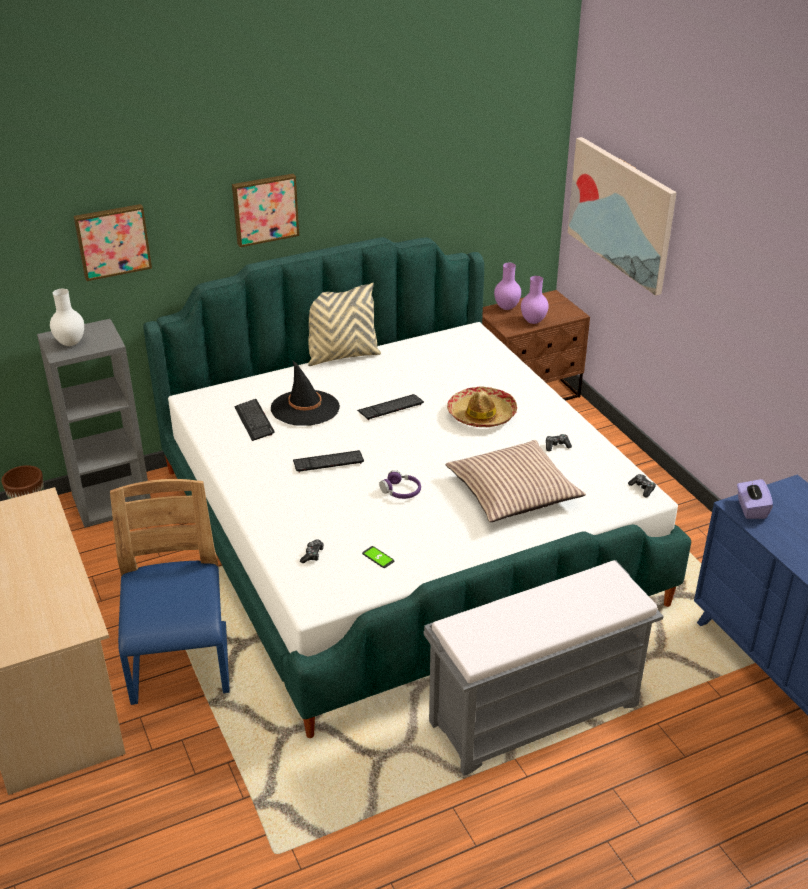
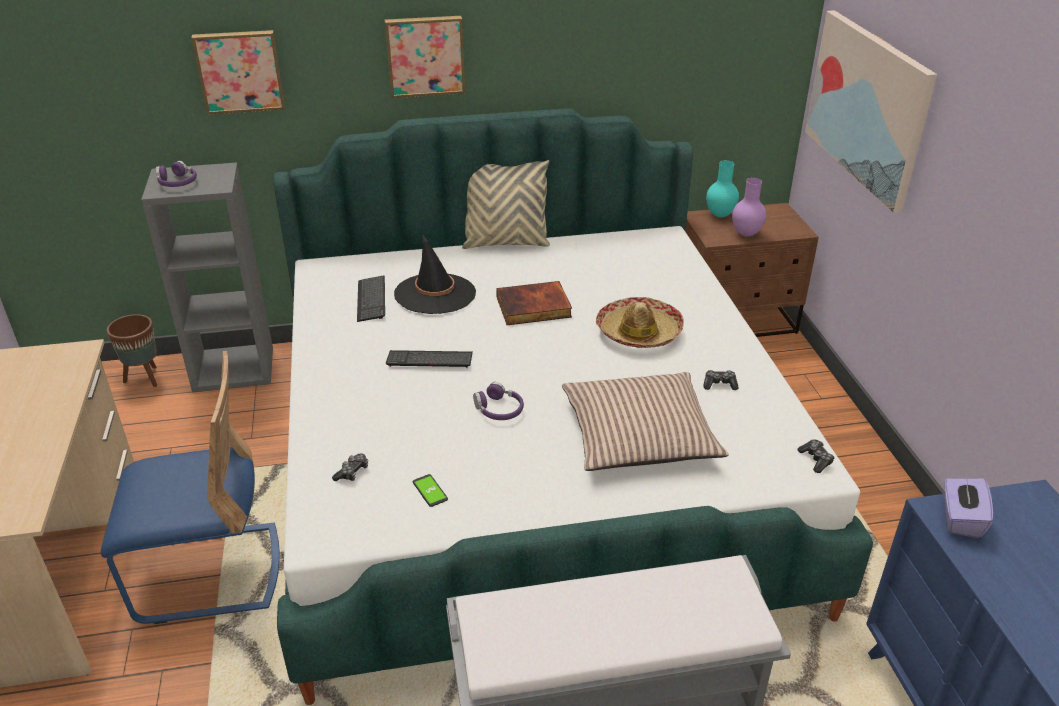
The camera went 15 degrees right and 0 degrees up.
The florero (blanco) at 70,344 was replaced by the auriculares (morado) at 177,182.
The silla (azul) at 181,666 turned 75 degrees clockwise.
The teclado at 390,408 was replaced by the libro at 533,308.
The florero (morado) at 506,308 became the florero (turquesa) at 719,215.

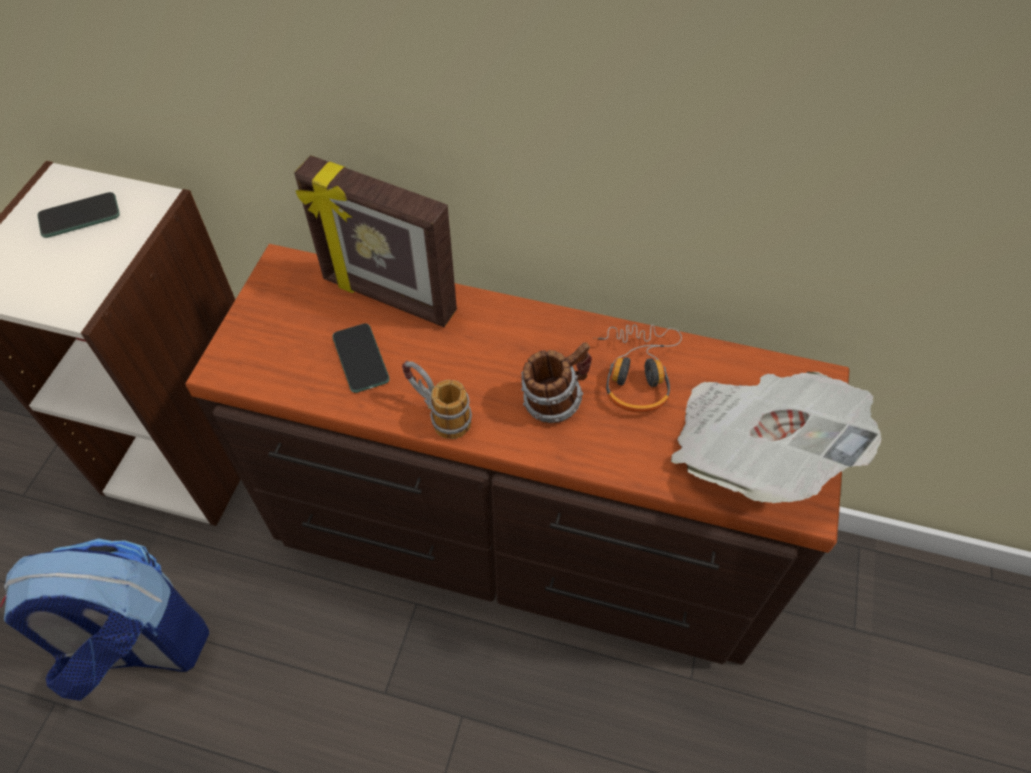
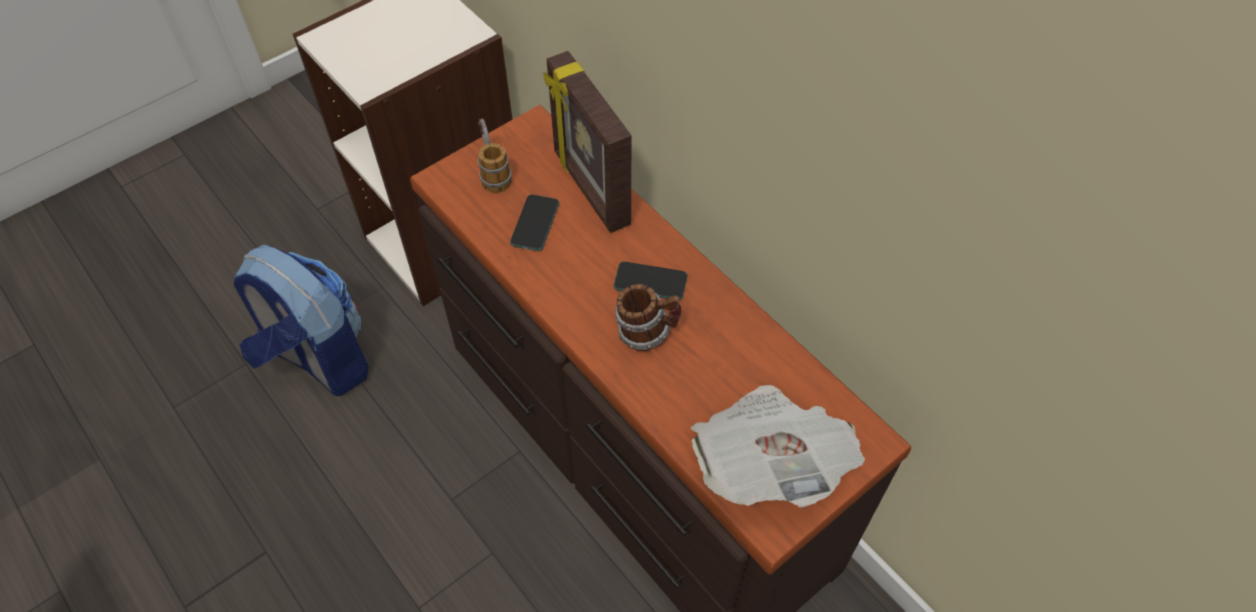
The camera went 35 degrees right and 0 degrees up.
The móvil moved from 79,216 to 650,282.
The taza grande moved from 437,414 to 493,171.
The auriculares at 636,374 disappeared.

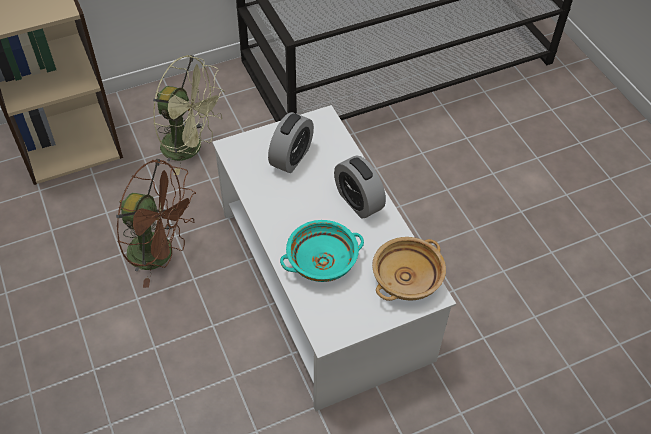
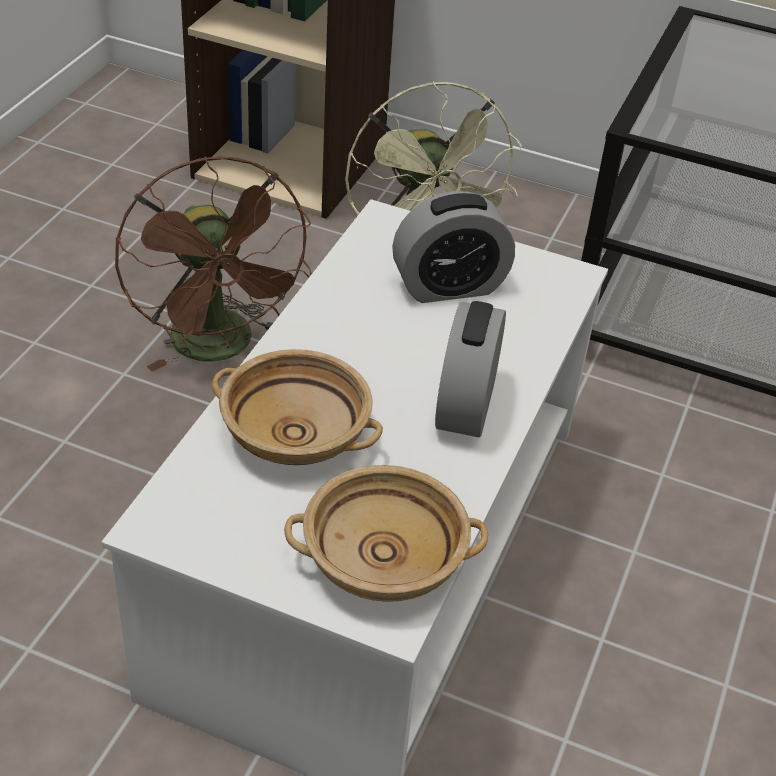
The camera went 45 degrees right and 10 degrees down.
The cuenco (turquesa) at 322,261 became the cuenco (beis) at 297,434.

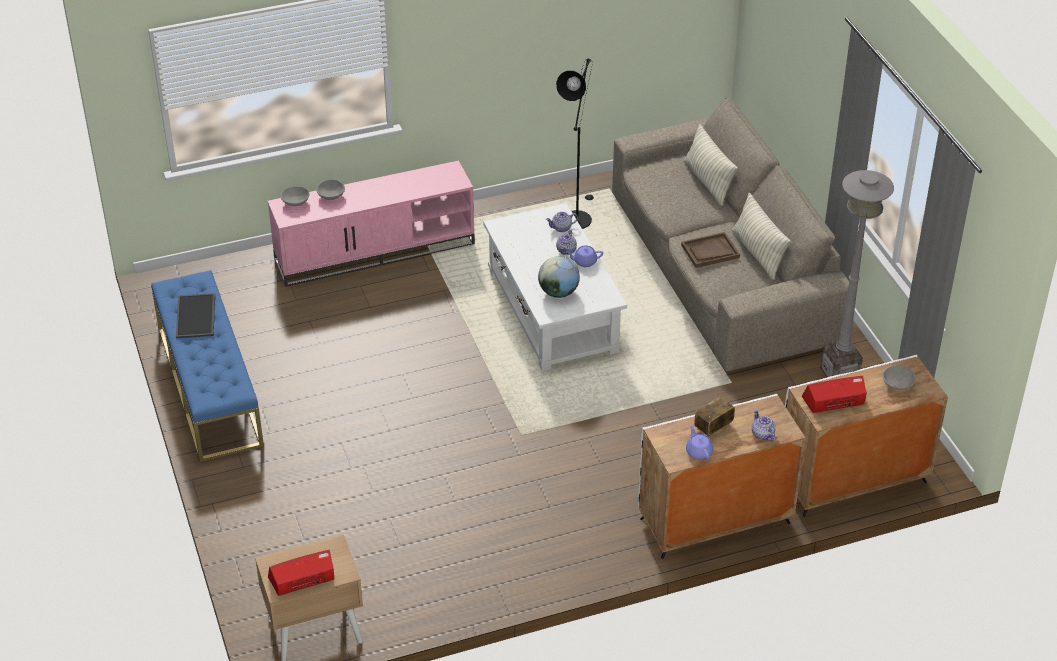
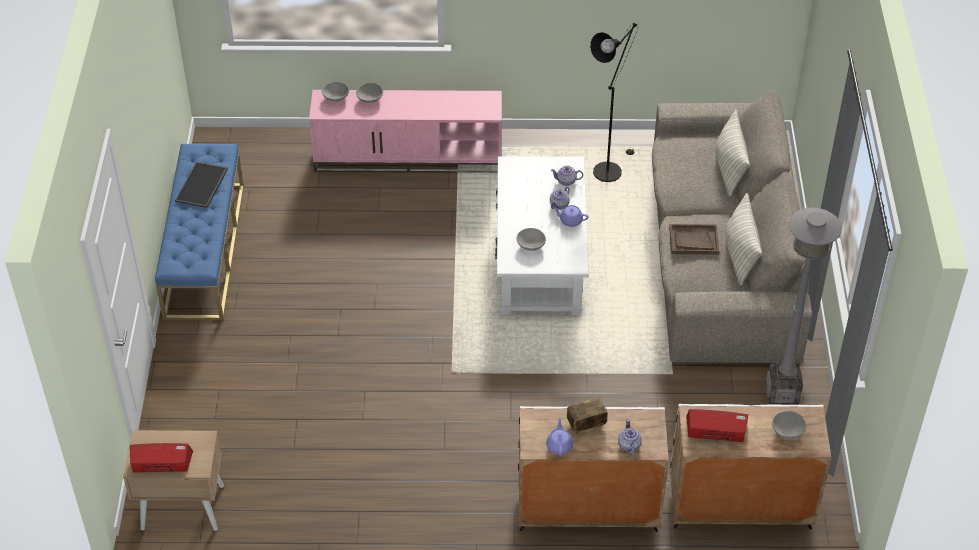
The camera went 20 degrees right and 5 degrees up.
The globo terráqueo at 558,292 was replaced by the cuenco (gris) at 530,245.

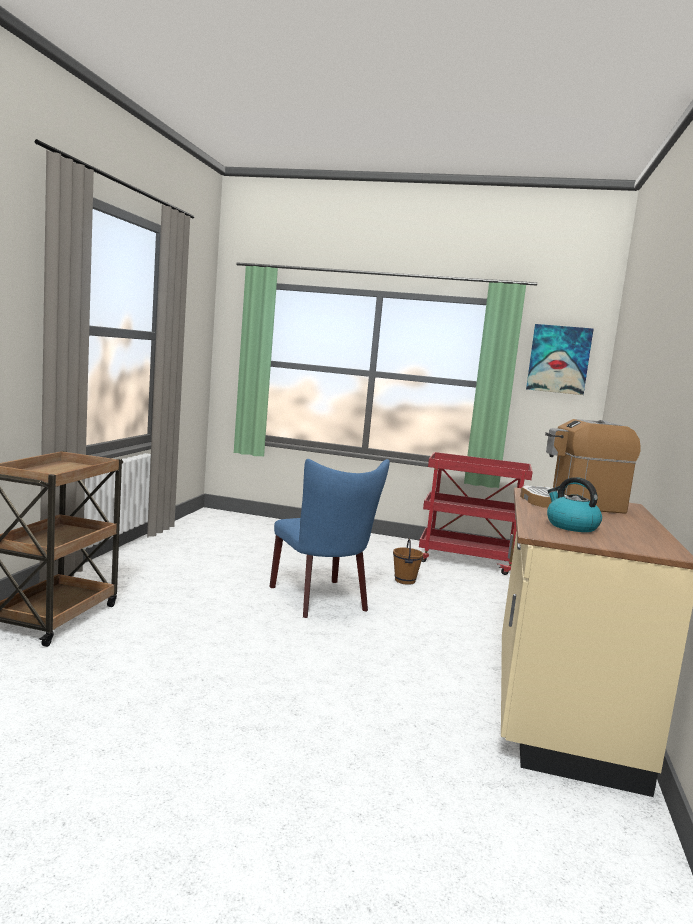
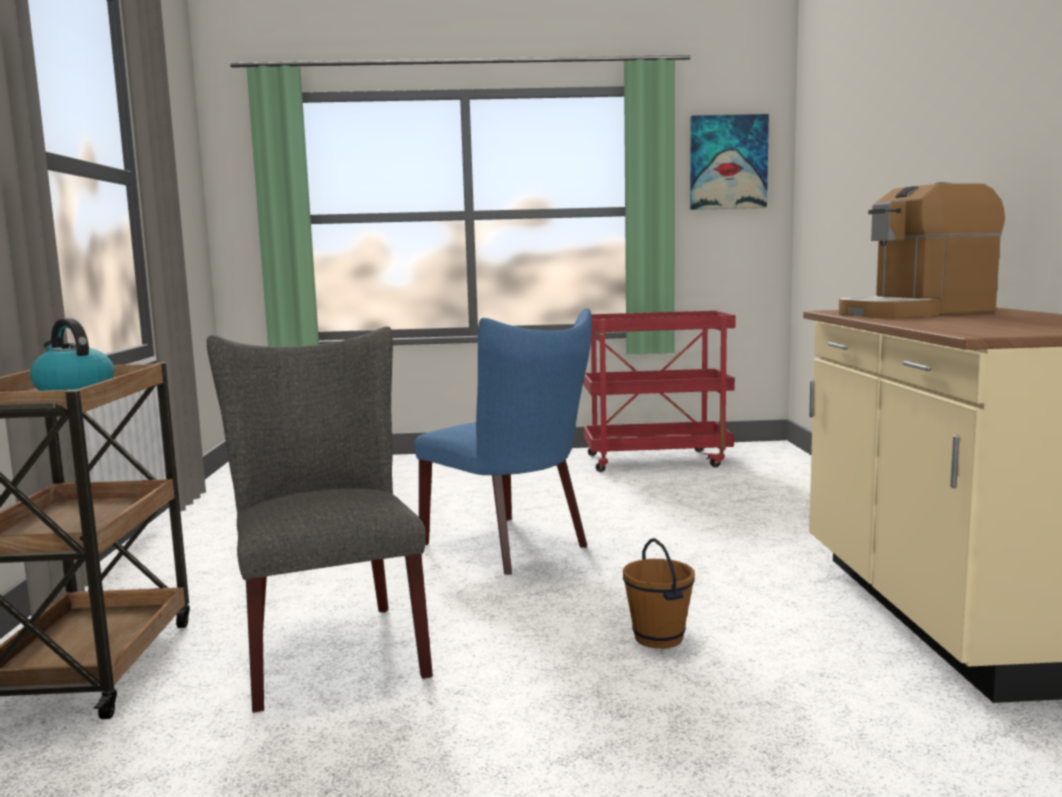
The camera went 15 degrees left and 0 degrees up.
The cubo (marrón) moved from 404,581 to 657,638.
The hervidor moved from 571,526 to 73,389.
The silla (gris) at 329,647 appeared.

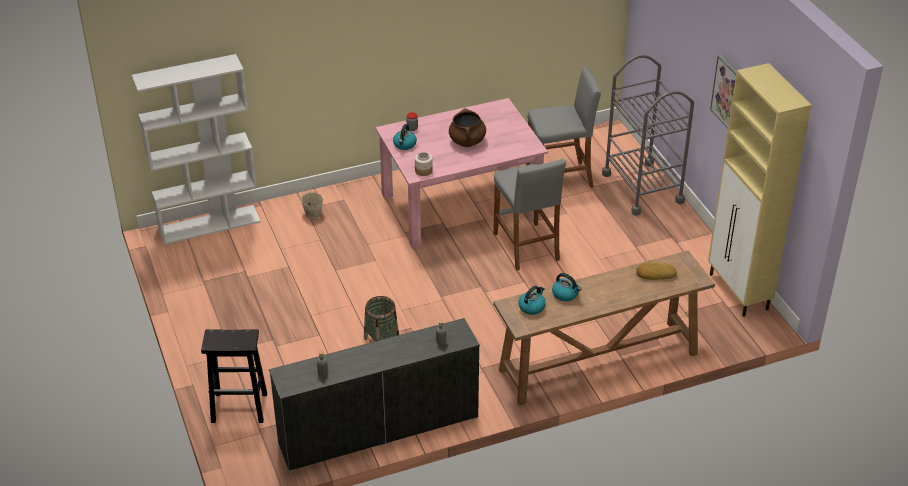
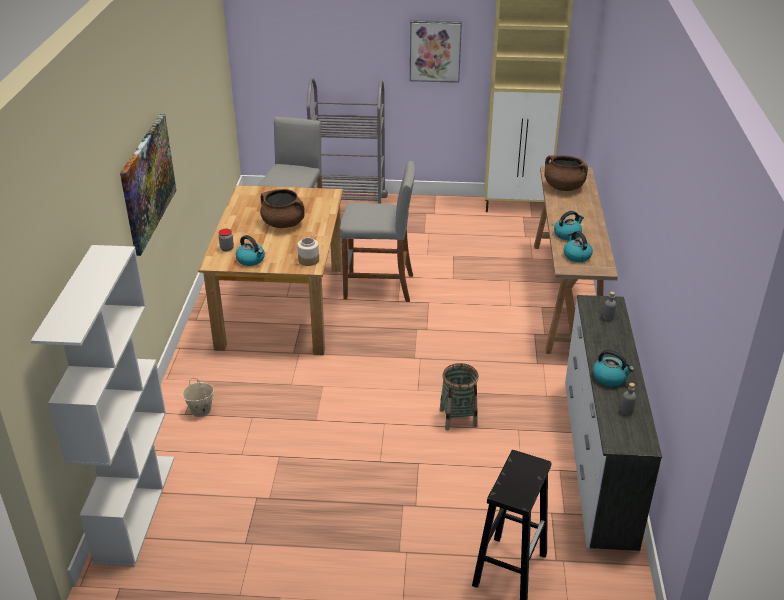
The camera went 65 degrees left and 5 degrees down.
The mesa de comedor (rosa) at 459,205 became the mesa de comedor (marrón) at 283,306.
The pan at 655,273 was replaced by the olla (marrón) at 563,187.
The cuadro at 148,182 appeared.
The hervidor at 610,377 appeared.

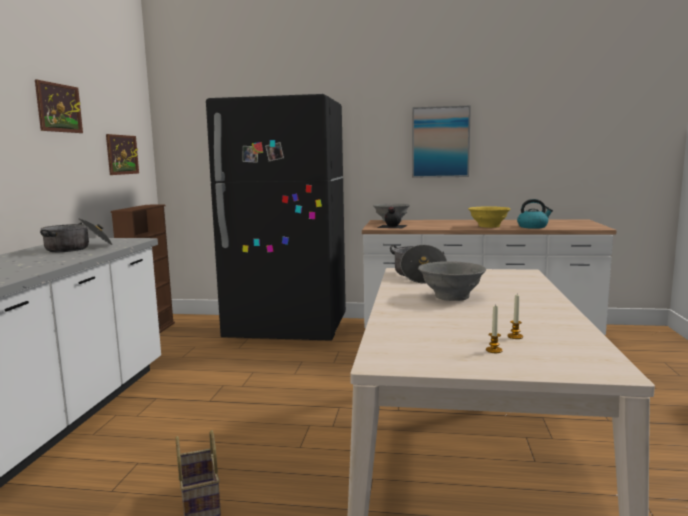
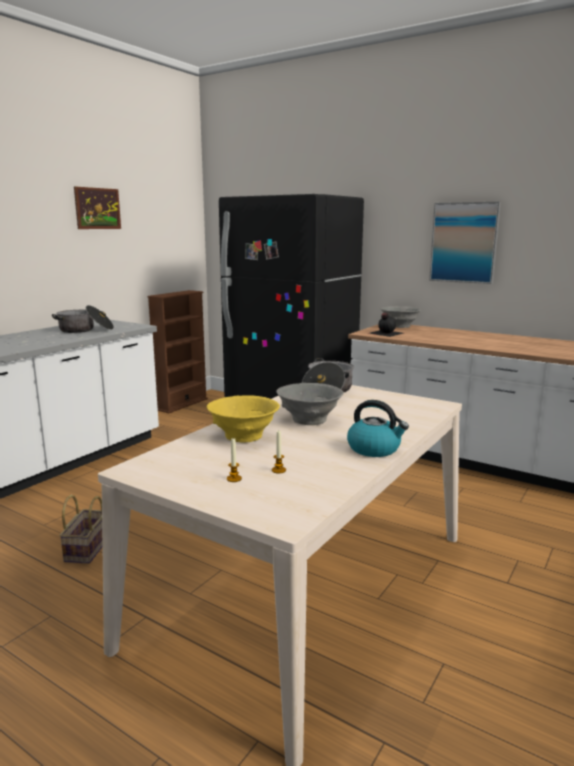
The camera went 25 degrees right and 5 degrees up.
The cuadro at 122,154 disappeared.
The cuenco (amarillo) moved from 488,226 to 243,436.
The hervidor moved from 533,227 to 374,449.

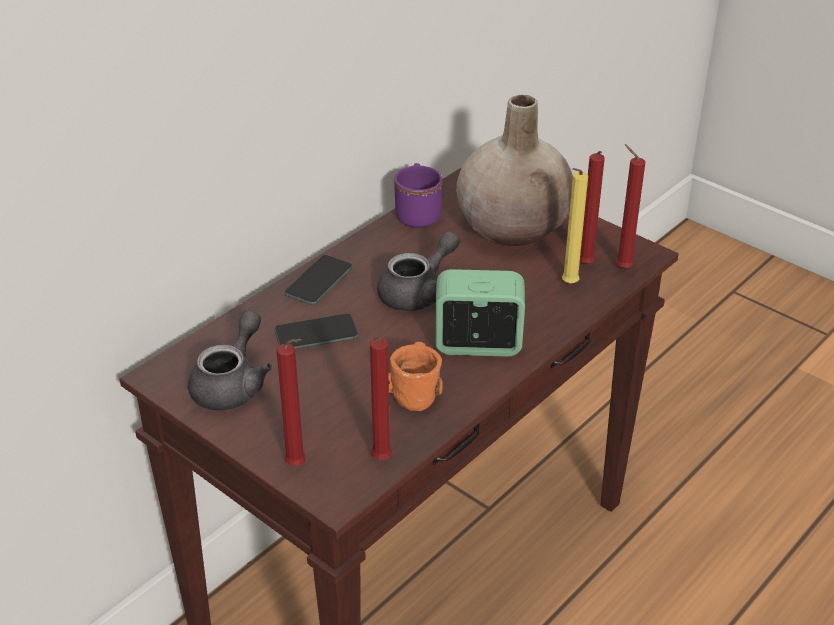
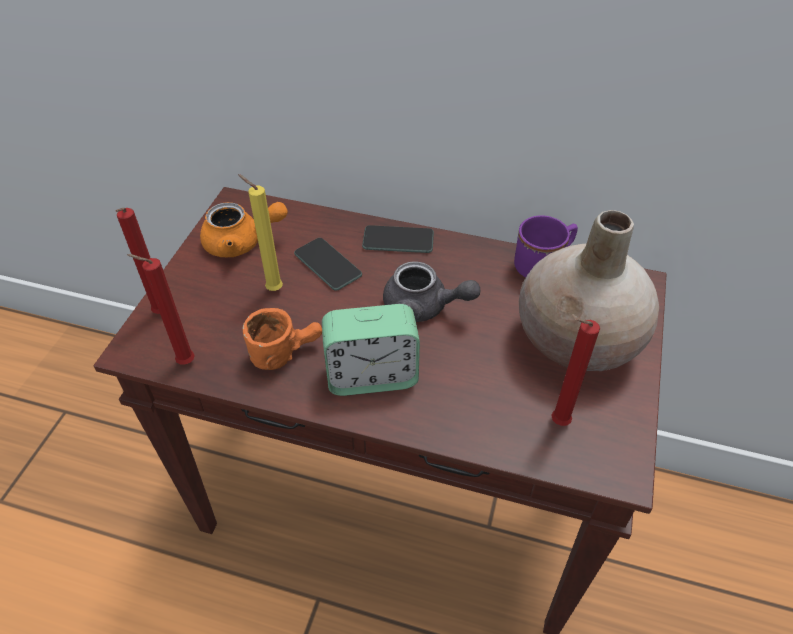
The camera went 65 degrees right and 10 degrees up.
The tetera (gris) at 233,384 became the tetera (naranja) at 241,243.
The despertador at 478,344 turned 105 degrees clockwise.
The vela (amarillo) moved from 568,285 to 272,289.
The vela (rojo) at 621,267 disappeared.

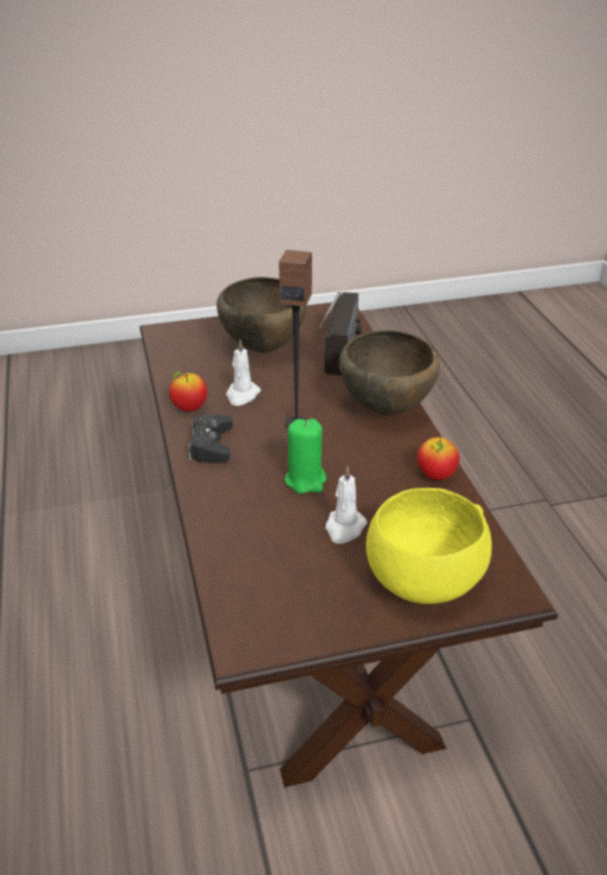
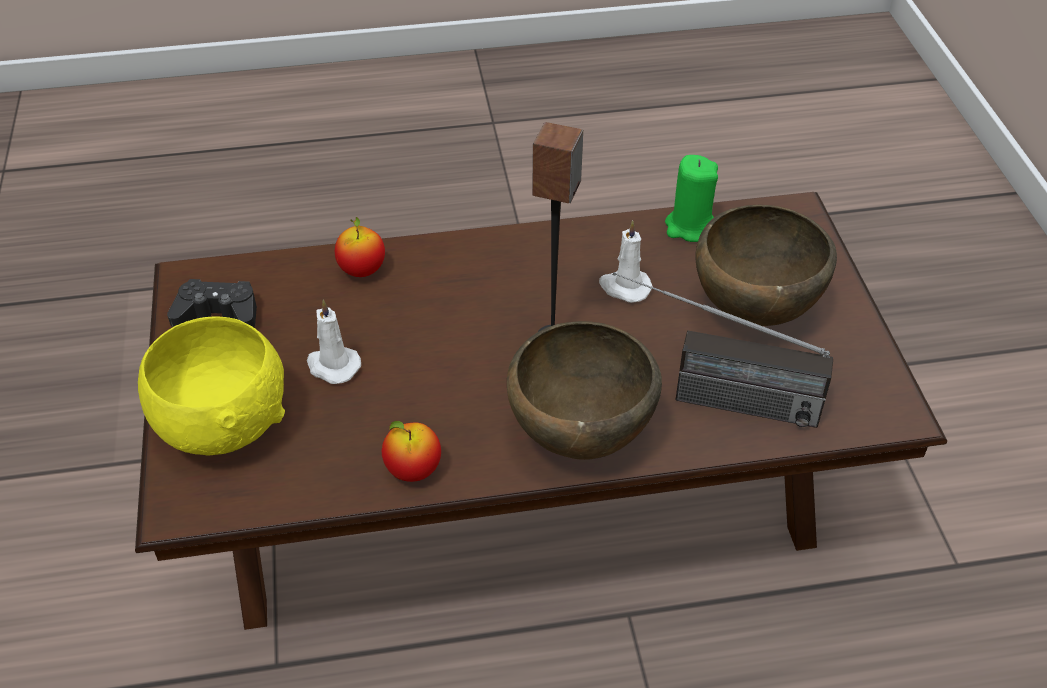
The camera went 95 degrees right and 10 degrees up.
The manzana moved from 189,408 to 362,270.
The mando de consola (negro) moved from 211,445 to 218,313.
The vela (verde) moved from 305,480 to 689,227.

